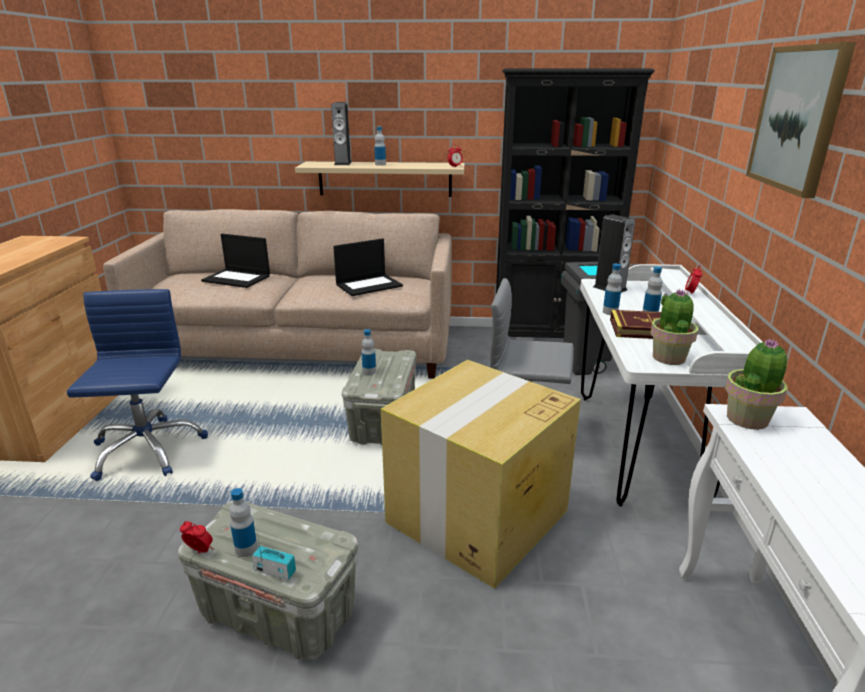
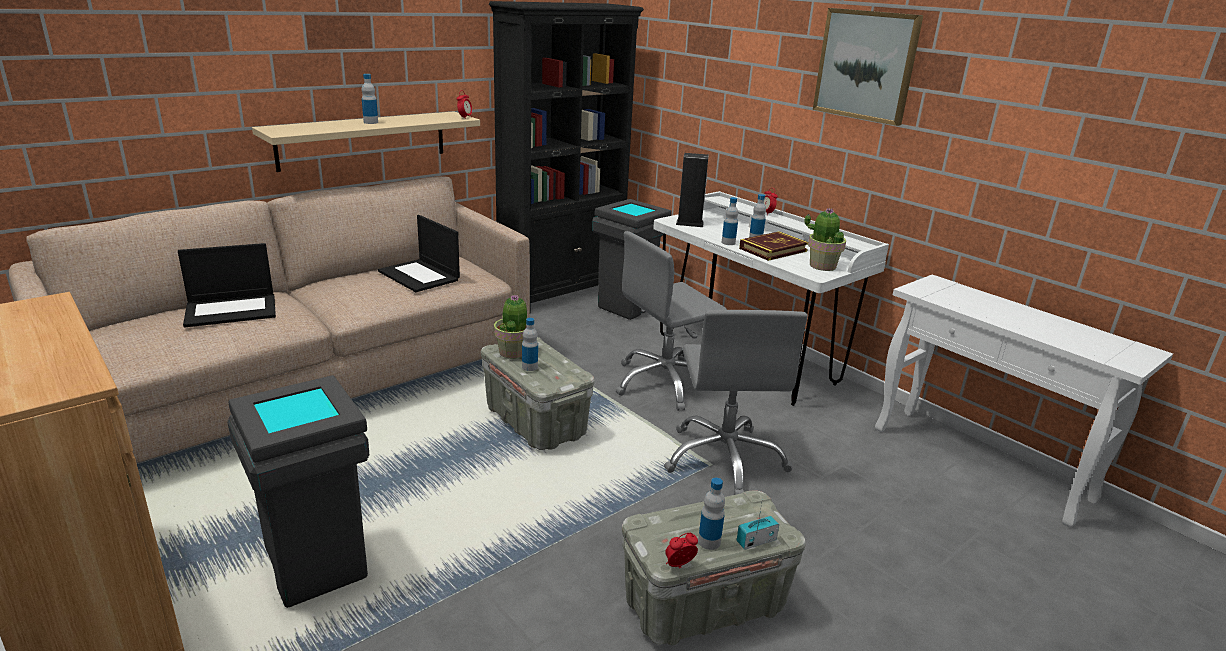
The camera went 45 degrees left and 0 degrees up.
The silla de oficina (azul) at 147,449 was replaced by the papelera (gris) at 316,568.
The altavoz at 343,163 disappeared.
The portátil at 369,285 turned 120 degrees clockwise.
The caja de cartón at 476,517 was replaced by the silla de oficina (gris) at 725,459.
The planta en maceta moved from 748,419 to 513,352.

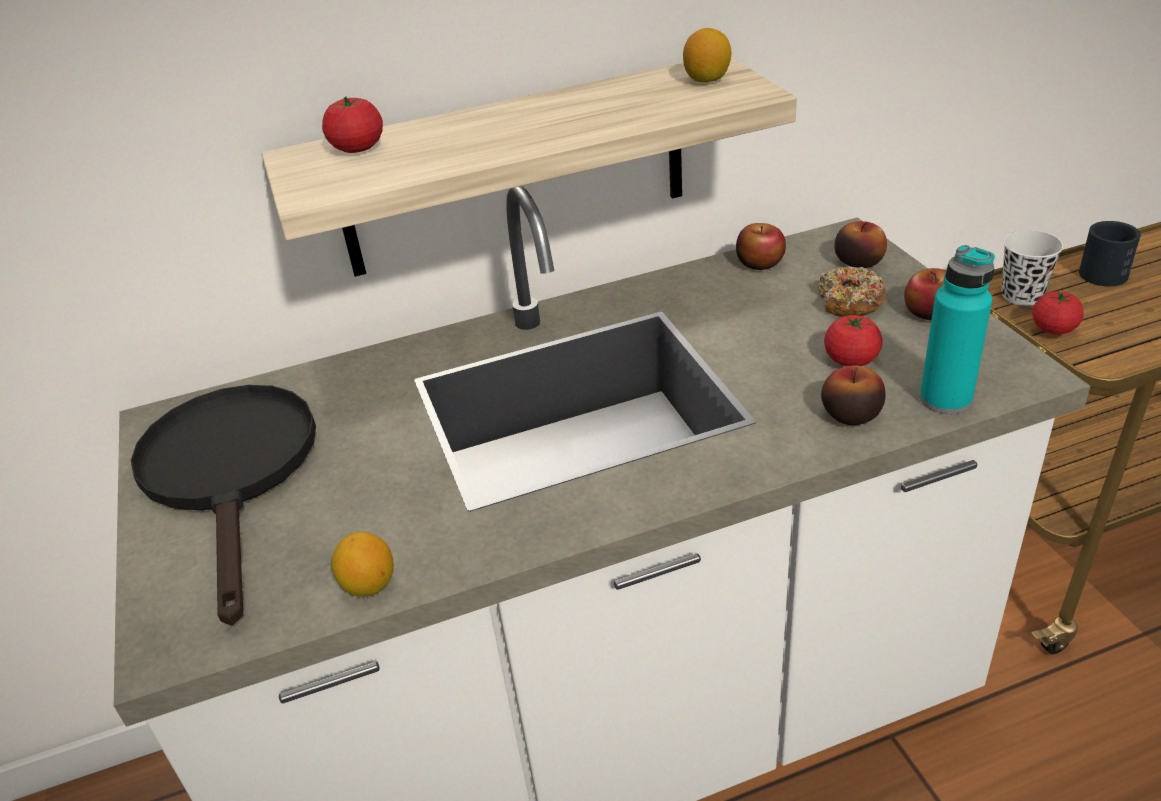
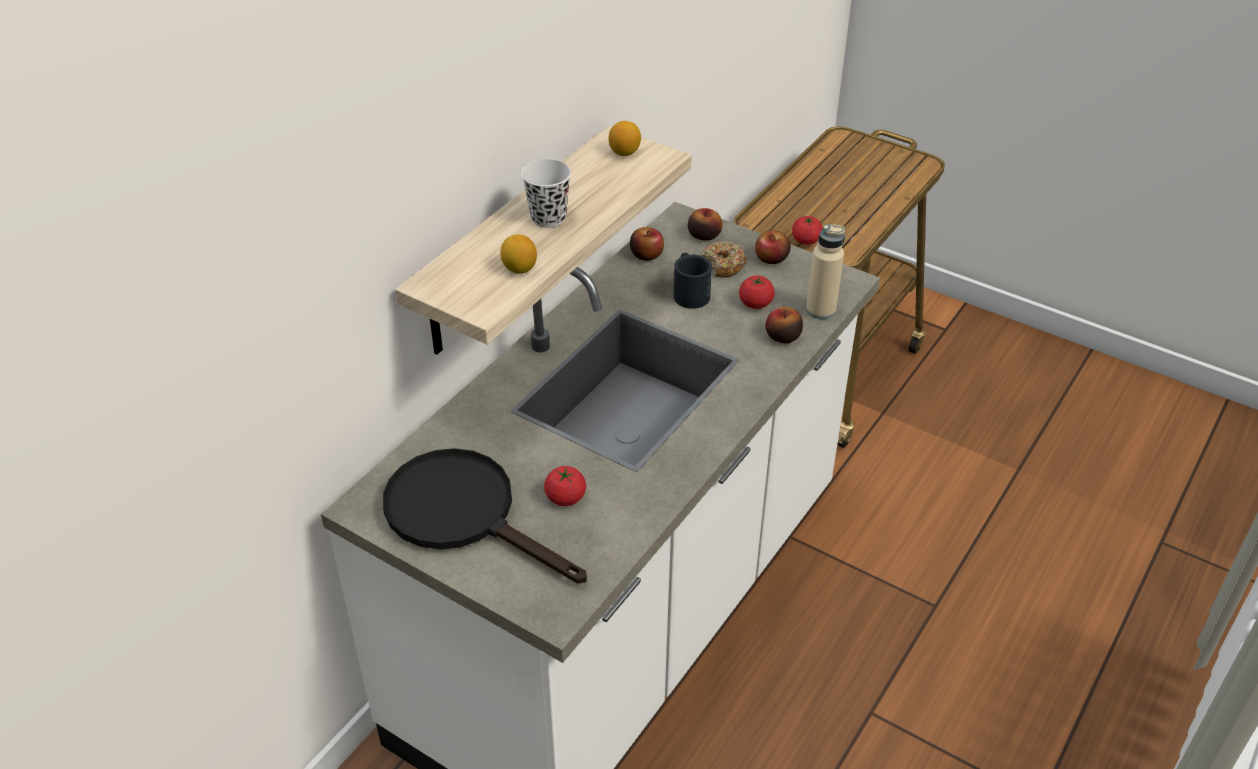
The camera went 40 degrees left and 5 degrees up.
The tomate moved from 358,148 to 565,498.
The limón moved from 368,585 to 519,269.
The botella (turquesa) at 945,399 became the botella (beis) at 820,310.
The taza (blanco) moved from 1021,296 to 548,218.
The taza grande (negro) moved from 1103,269 to 689,292.

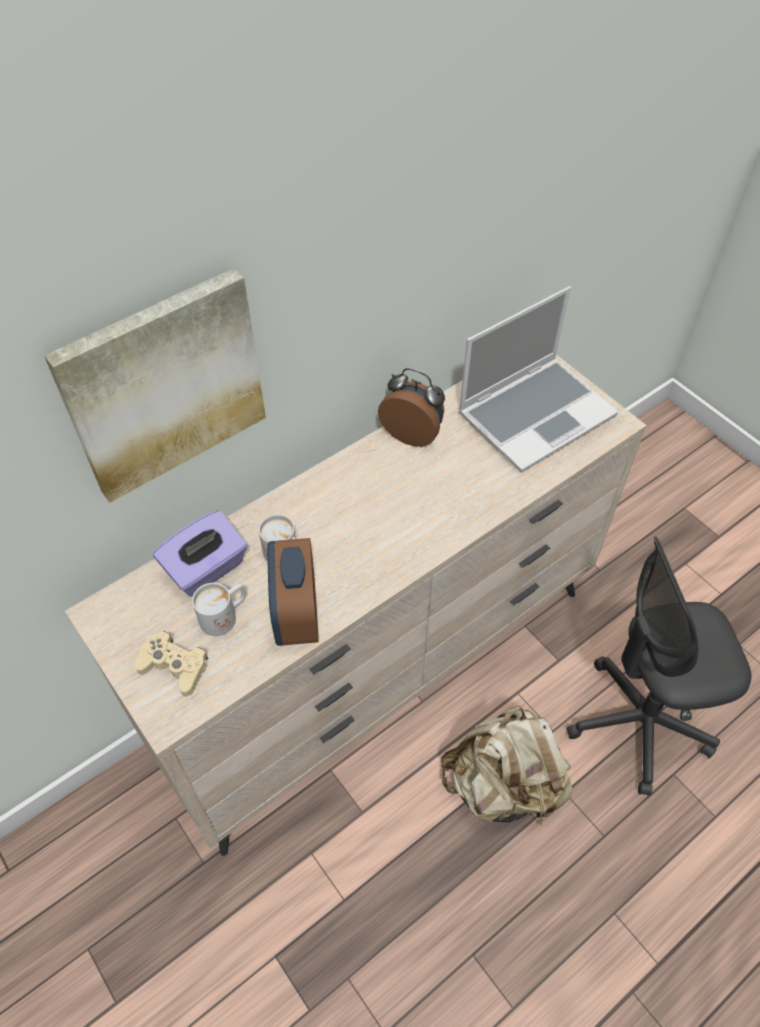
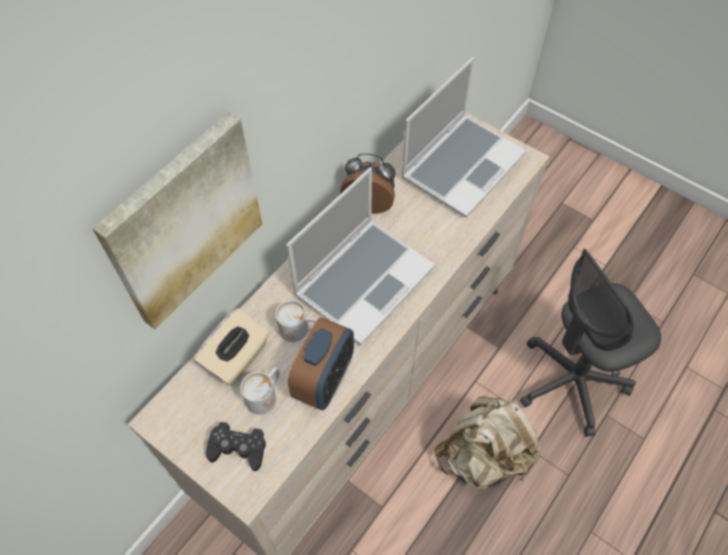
The camera went 15 degrees left and 5 degrees up.
The mando de consola (beis) at 174,666 became the mando de consola (negro) at 238,448.
The caja de pañuelos (morado) at 206,569 became the caja de pañuelos (beis) at 237,358.
The despertador at 296,615 turned 135 degrees counterclockwise.
The portátil at 364,279 appeared.

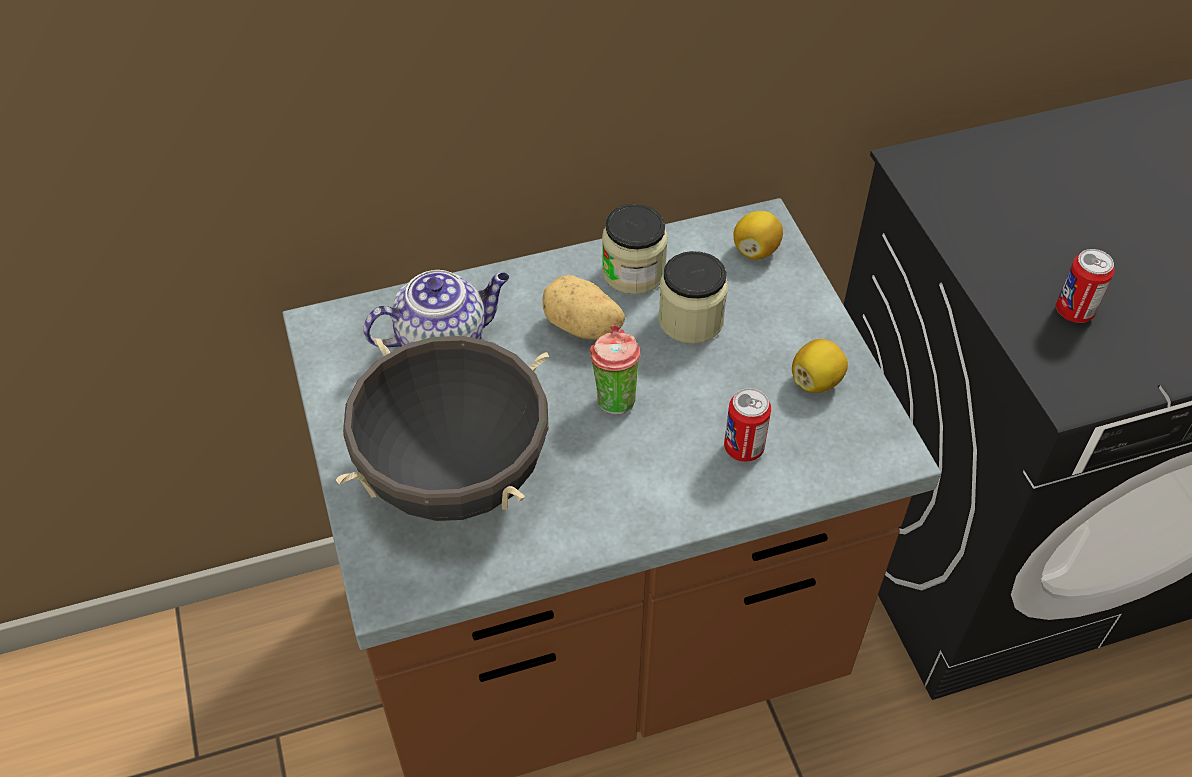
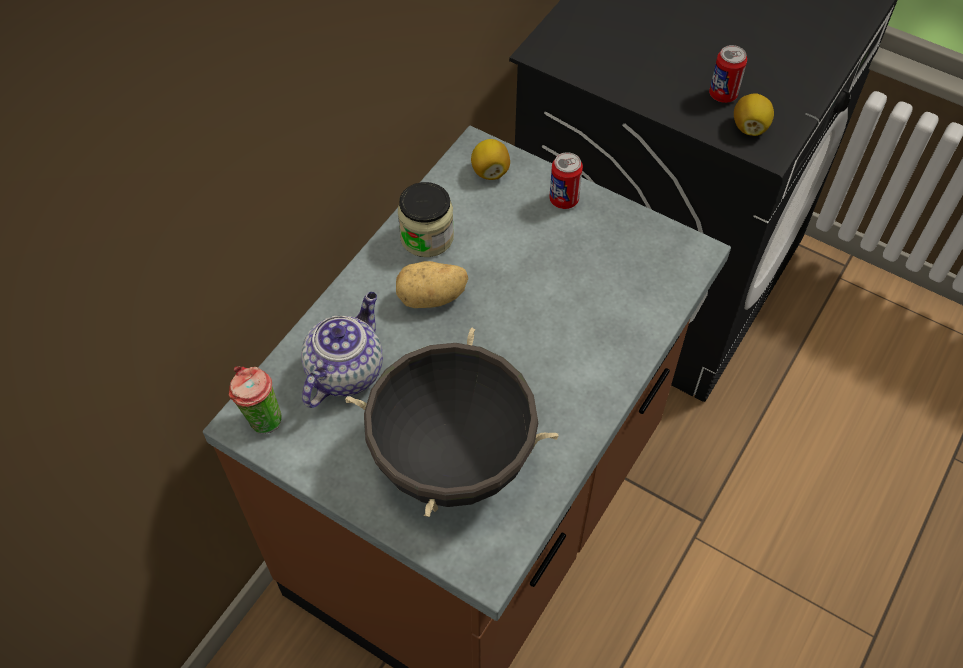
The camera went 40 degrees left and 5 degrees up.
The taza moved from 614,397 to 261,418.
The tarro at 690,320 disappeared.
The lata moved from 743,448 to 564,200.
The limón moved from 816,381 to 750,127.

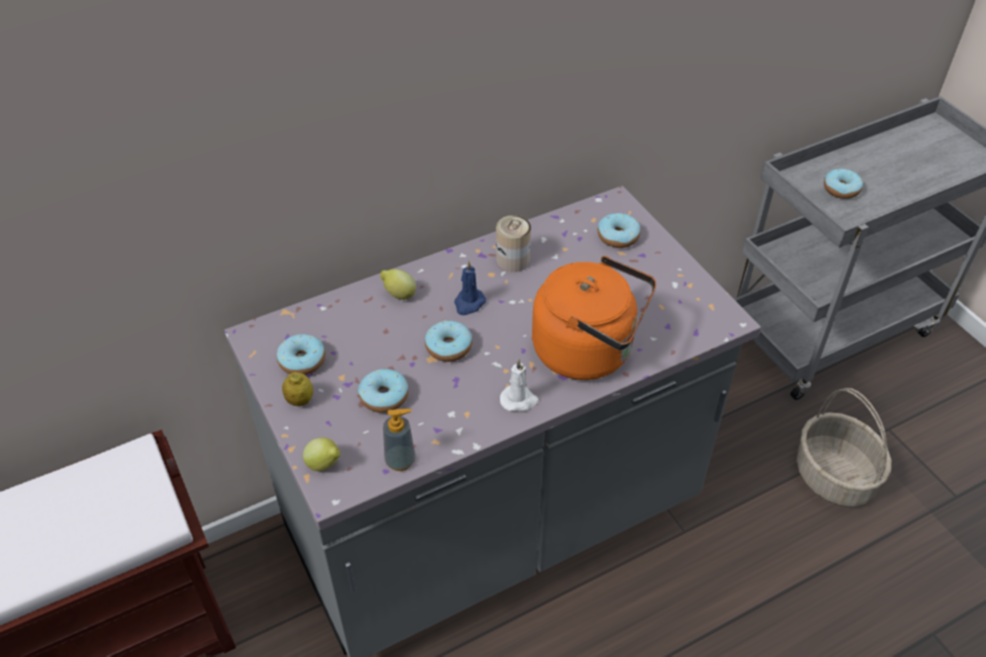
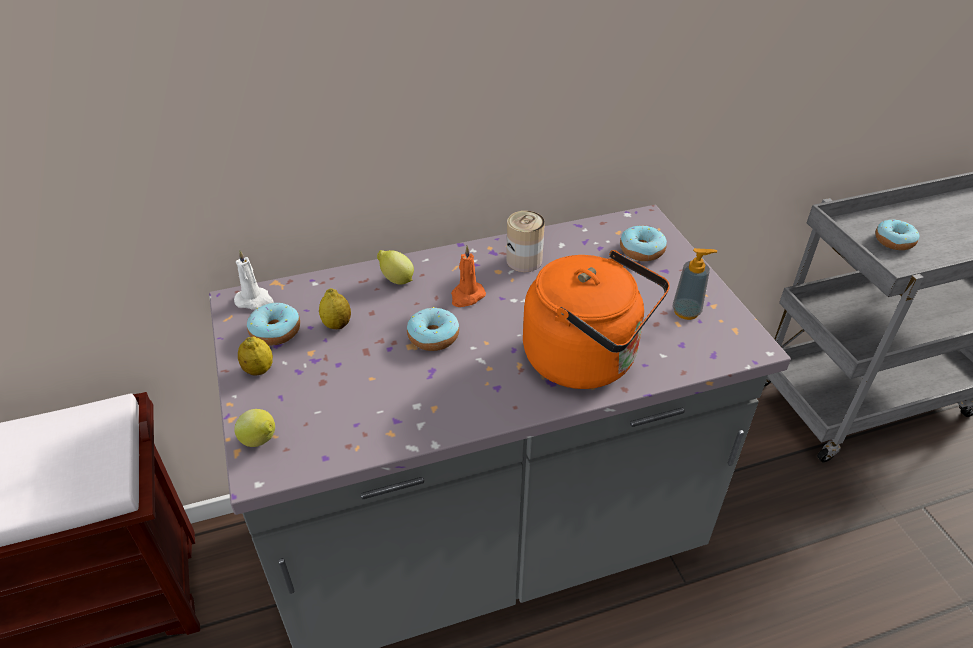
The camera went 10 degrees right and 5 degrees down.
The rosquilla at 384,397 disappeared.
The dispensador de jabón moved from 400,461 to 686,311.
The vela (azul) at 469,303 became the vela (naranja) at 467,296.
The vela (blanco) moved from 519,400 to 255,300.
The cesta at 835,476 disappeared.
The limón at 337,325 appeared.

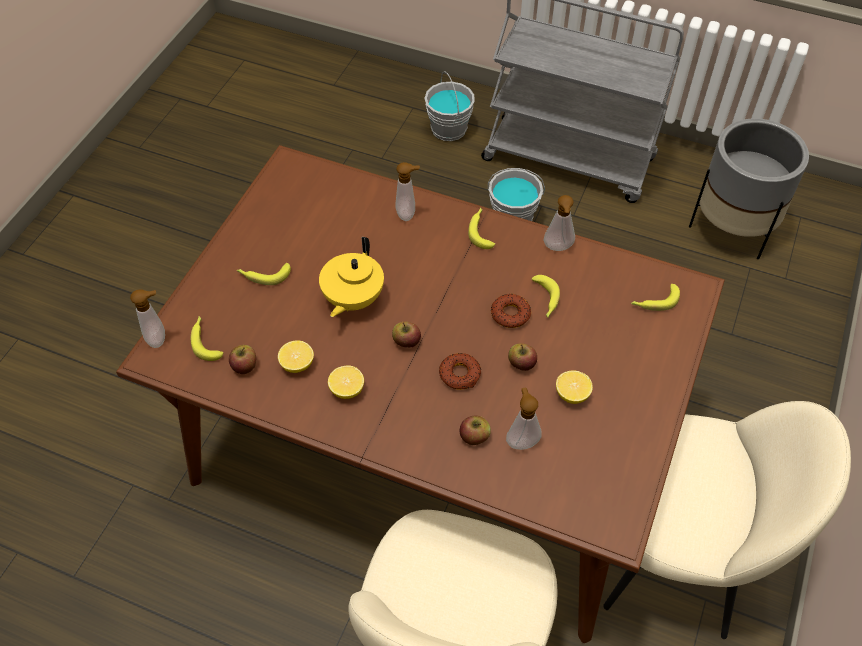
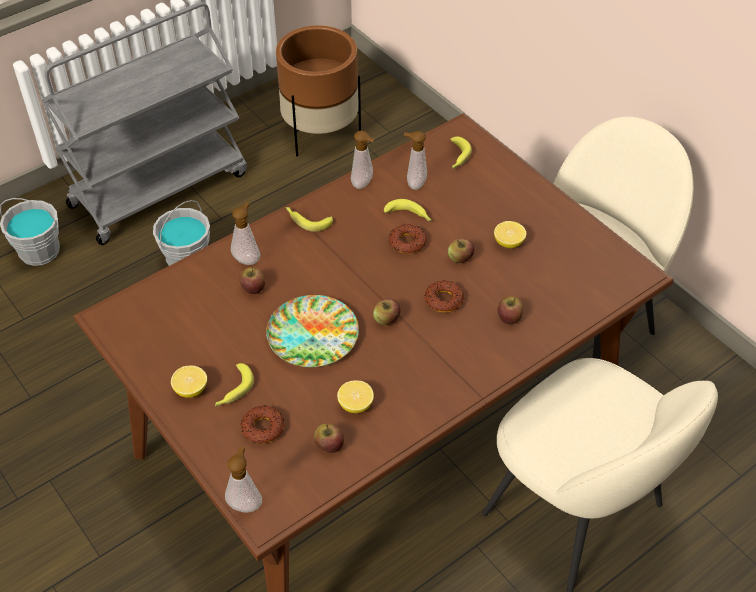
The camera went 60 degrees left and 5 degrees down.
The plátano at 206,341 disappeared.
The tetera (amarillo) at 352,299 was replaced by the plato at 312,336.
The limón moved from 347,389 to 191,389.
The dispensador de jabón moved from 521,440 to 414,183.
The maceta (gris) at 731,229 became the maceta (marrón) at 320,134.
The manzana at 253,288 appeared.
The rosquilla at 263,428 appeared.

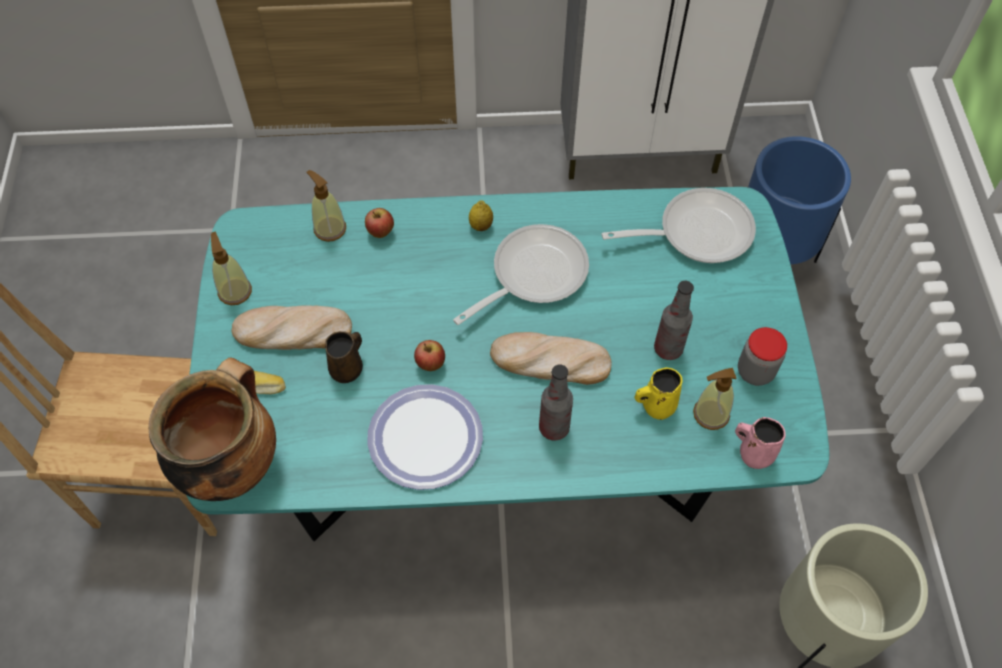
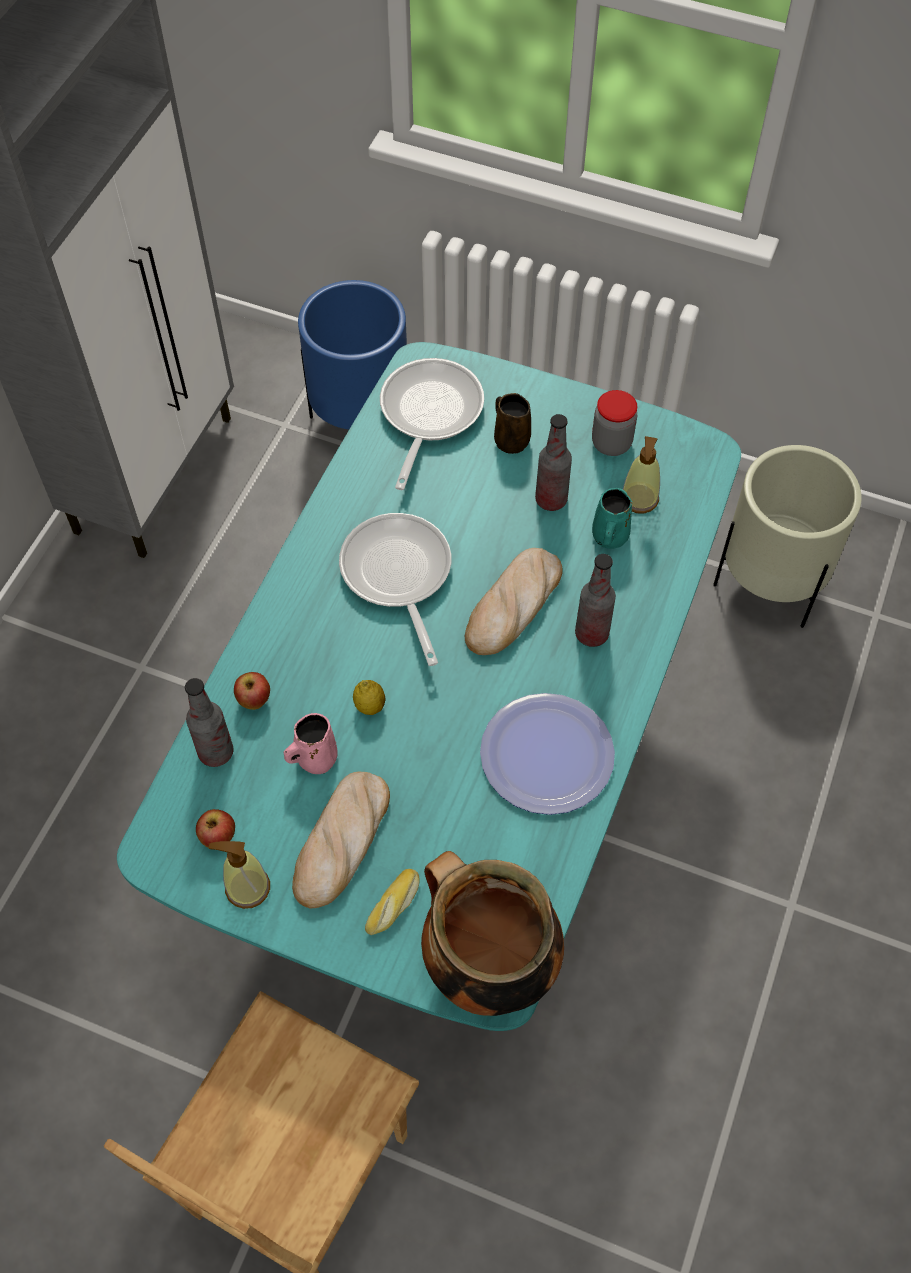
The camera went 65 degrees left and 0 degrees up.
The dispensador de jabón at 329,228 was replaced by the botella at 216,752.
The taza grande (marrón) moved from 348,369 to 510,440.
The manzana moved from 430,364 to 218,838.
The limón moved from 481,226 to 370,706.
The taza grande (amarillo) at 656,406 became the taza grande (turquesa) at 609,537.
The taza grande (rosa) moved from 754,453 to 314,759.

